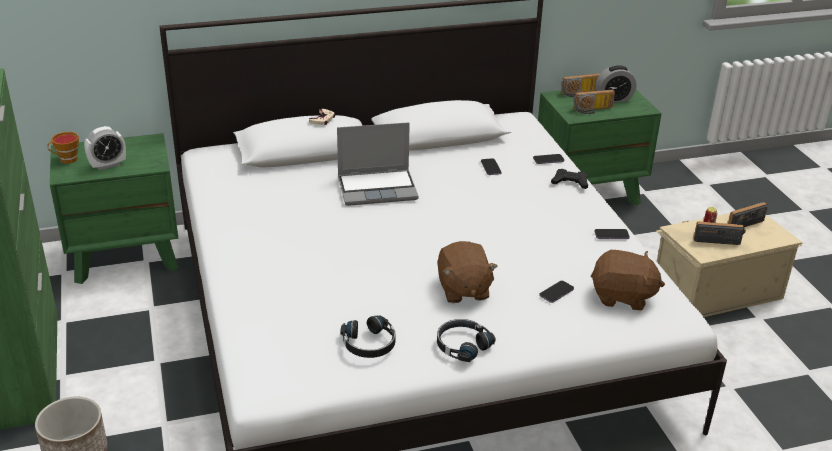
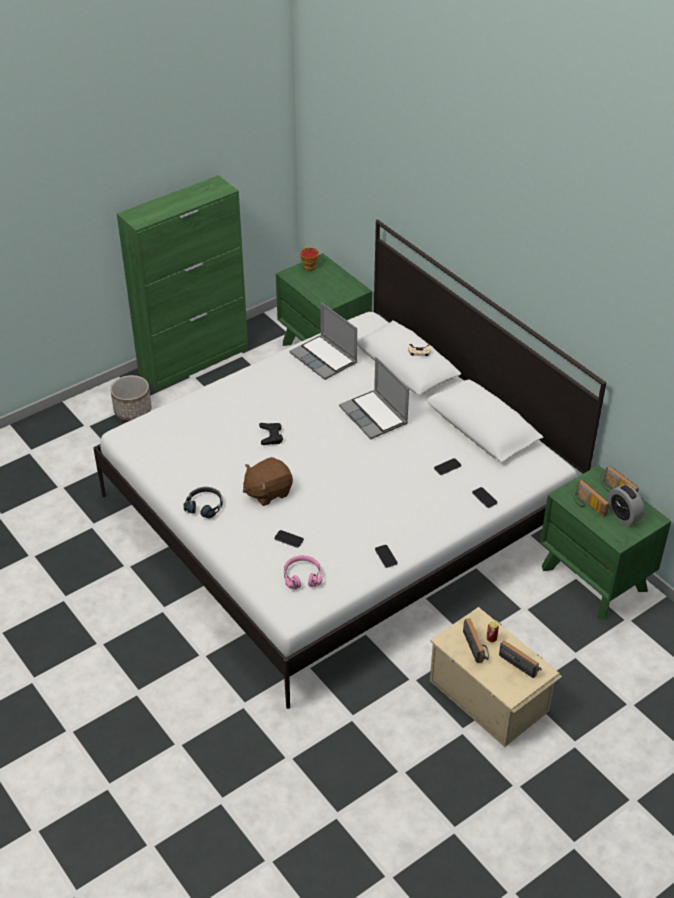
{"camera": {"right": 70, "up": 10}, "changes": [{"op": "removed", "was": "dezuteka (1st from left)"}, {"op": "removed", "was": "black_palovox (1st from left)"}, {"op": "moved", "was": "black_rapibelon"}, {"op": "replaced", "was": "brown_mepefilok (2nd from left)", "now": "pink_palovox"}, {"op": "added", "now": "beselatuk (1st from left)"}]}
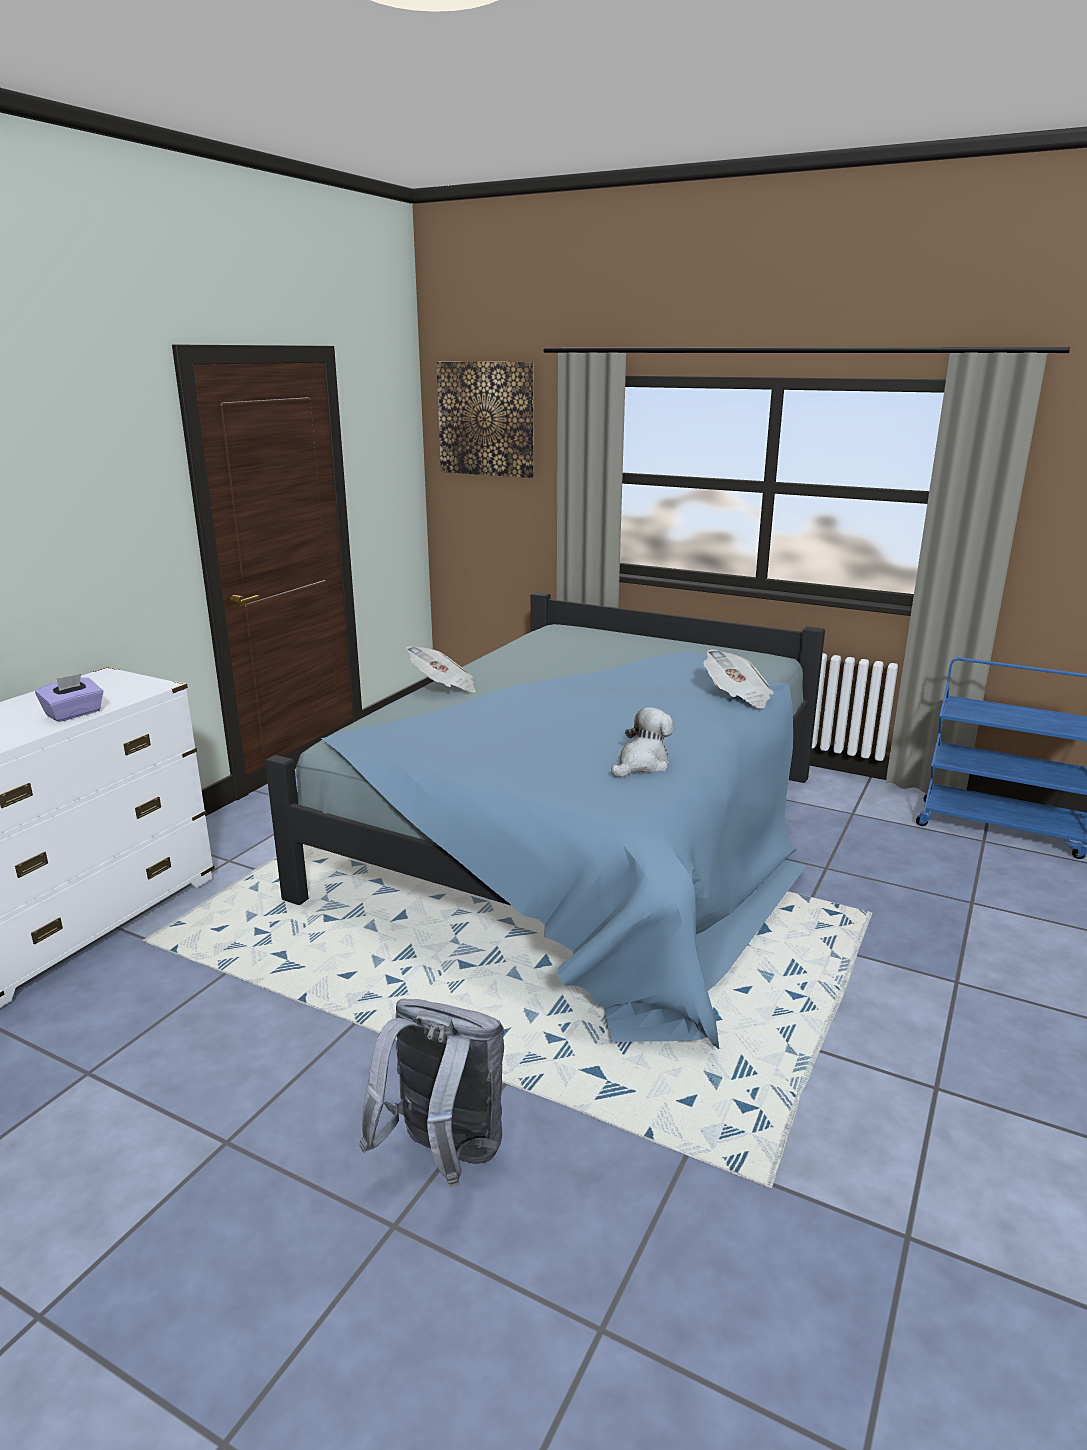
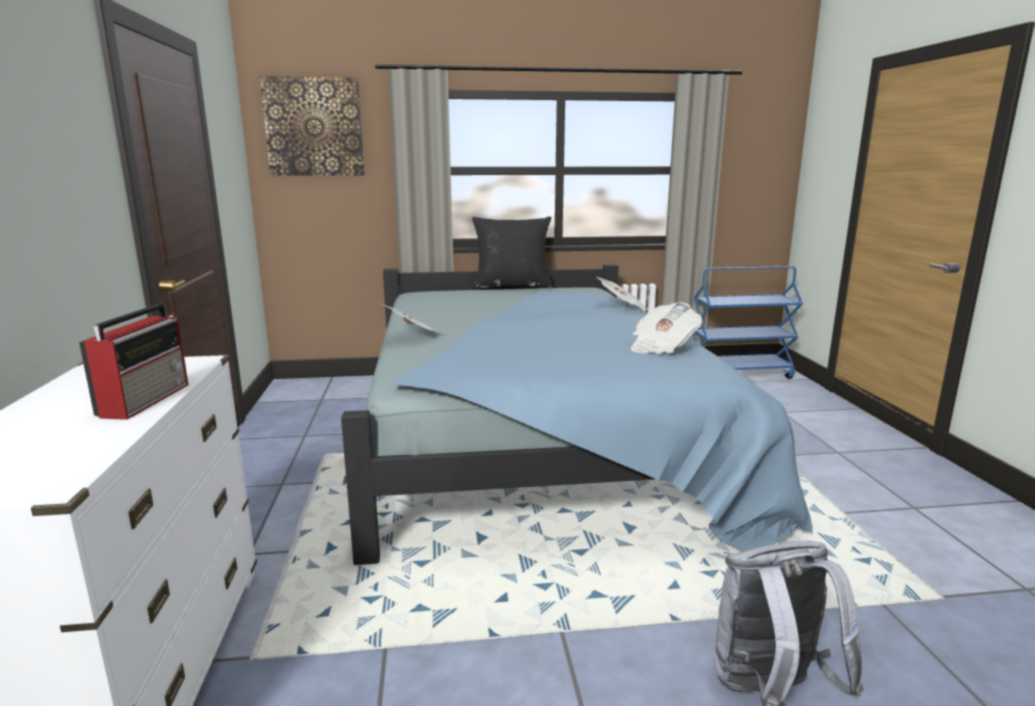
{"camera": {"right": -35, "up": -5}, "changes": [{"op": "replaced", "was": "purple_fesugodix", "now": "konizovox"}, {"op": "replaced", "was": "mepefilok", "now": "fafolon (3rd from left)"}, {"op": "added", "now": "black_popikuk"}]}
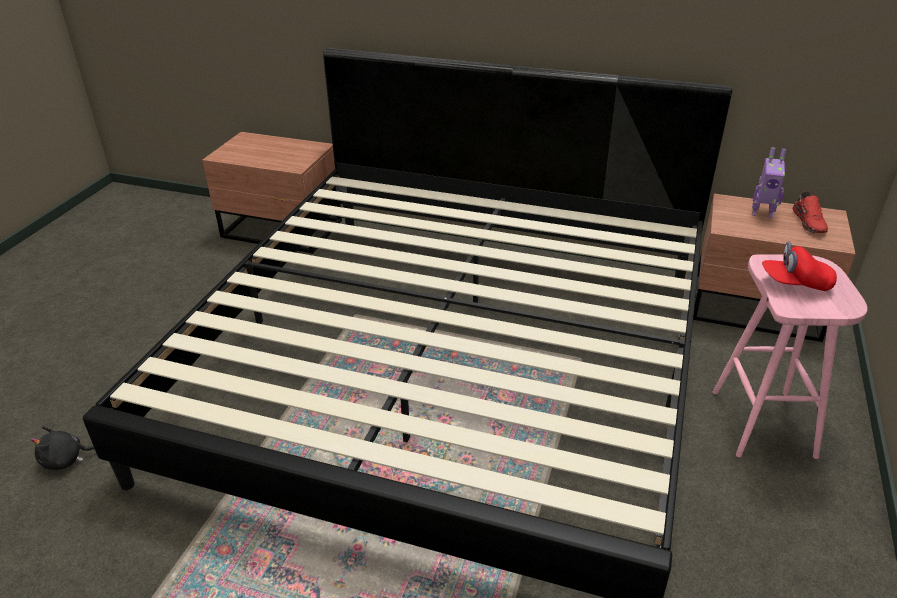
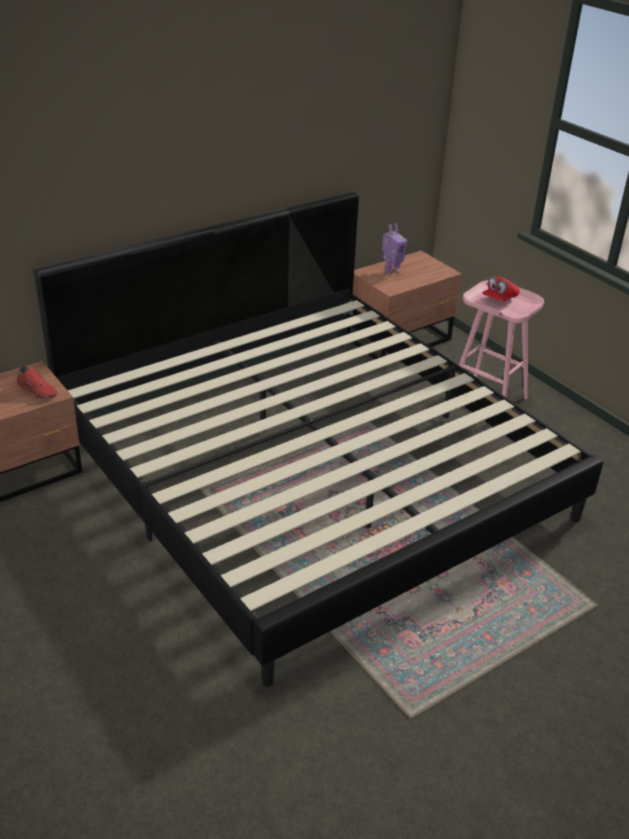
{"camera": {"right": -55, "up": 0}, "changes": [{"op": "removed", "was": "black_mepefilok"}, {"op": "moved", "was": "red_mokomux"}]}
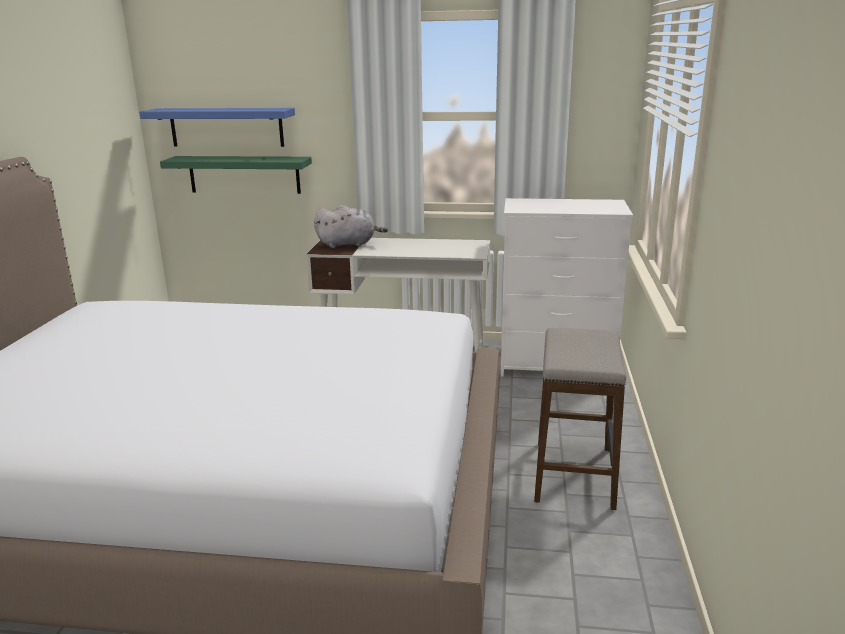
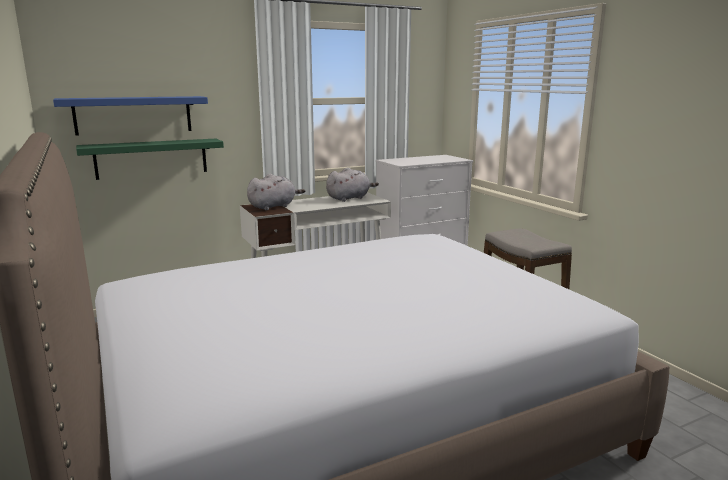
{"camera": {"right": -35, "up": -5}, "changes": [{"op": "added", "now": "grey_mepefilok (2nd from left)"}]}
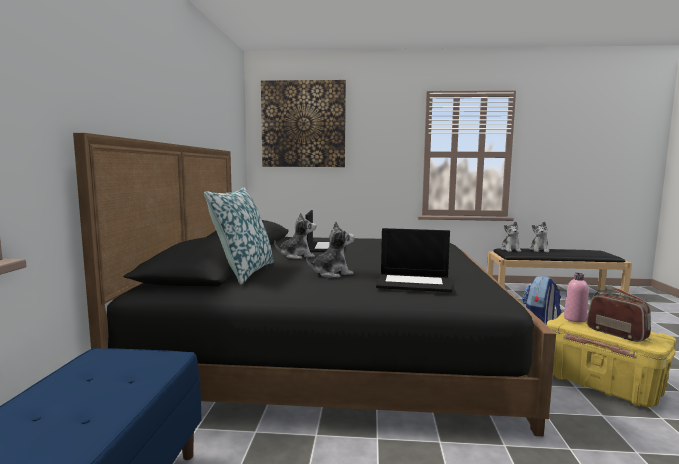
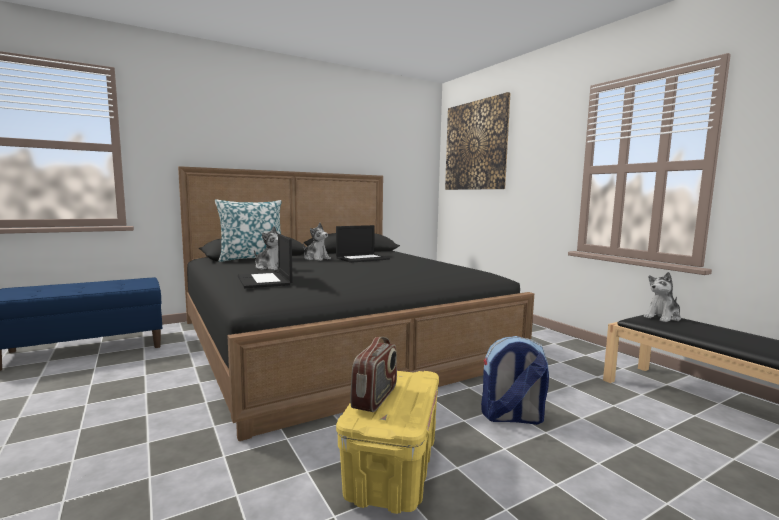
{"camera": {"right": 55, "up": 0}, "changes": [{"op": "removed", "was": "mepefilok (4th from left)"}, {"op": "removed", "was": "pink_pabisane"}]}
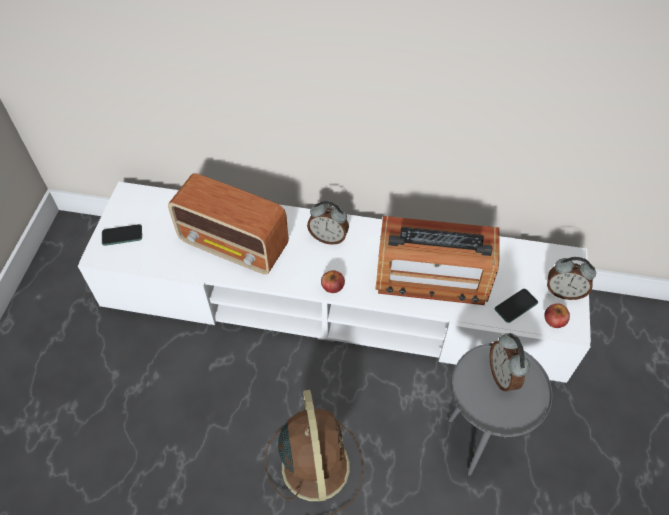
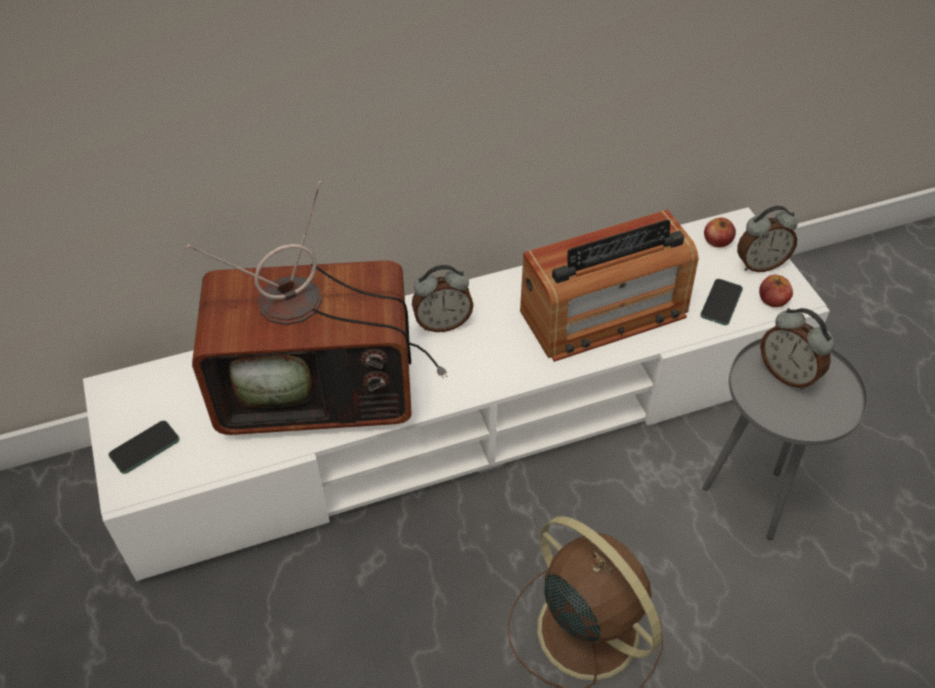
{"camera": {"right": -30, "up": -5}, "changes": [{"op": "replaced", "was": "konizovox (1st from left)", "now": "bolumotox"}, {"op": "moved", "was": "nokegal (1st from left)"}]}
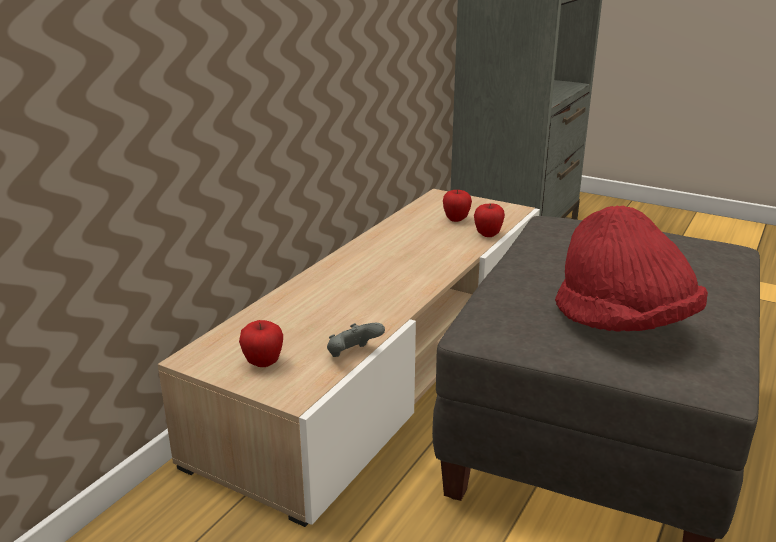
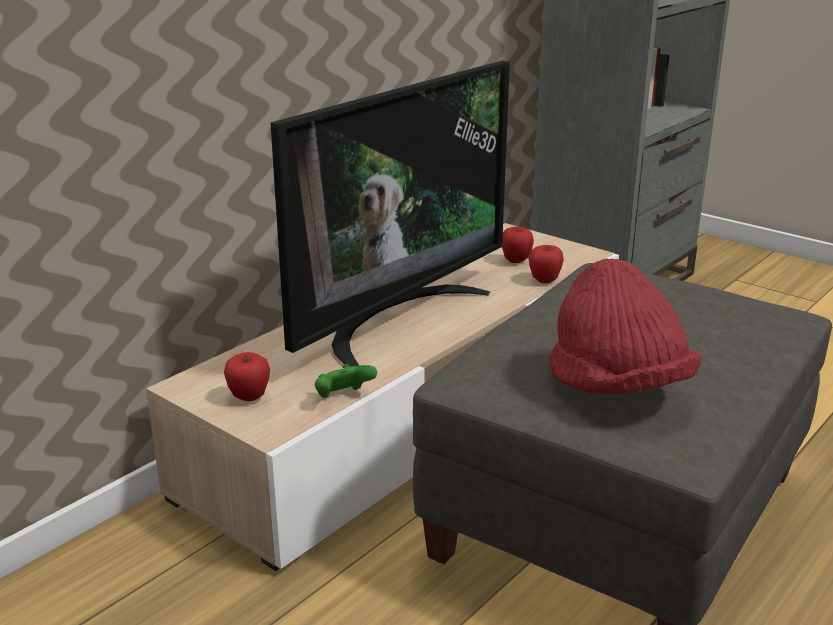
{"camera": {"right": 10, "up": 0}, "changes": [{"op": "recoloured", "was": "grey_rapibelon", "now": "green_rapibelon"}, {"op": "added", "now": "bolumotox"}]}
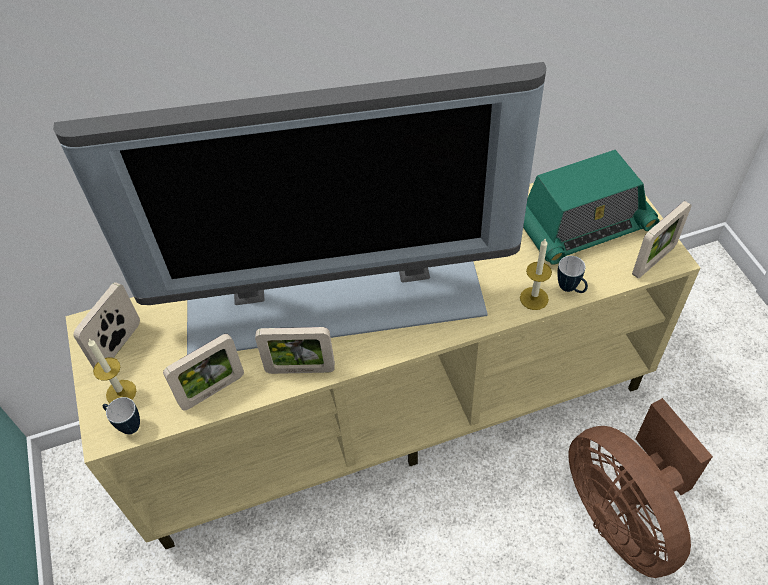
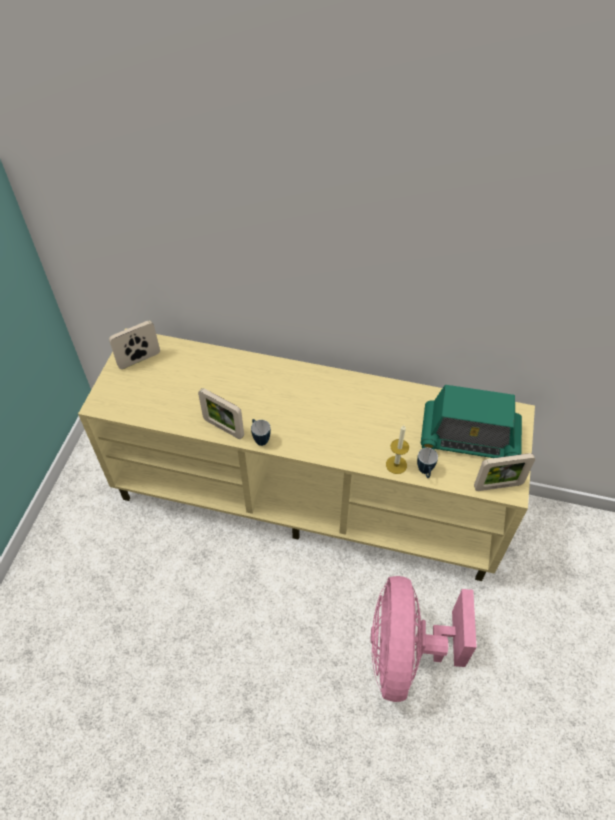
{"camera": {"right": 30, "up": 0}, "changes": [{"op": "removed", "was": "bolumotox"}, {"op": "removed", "was": "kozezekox (1st from left)"}, {"op": "moved", "was": "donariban (1st from left)"}, {"op": "removed", "was": "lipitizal (2nd from left)"}, {"op": "recoloured", "was": "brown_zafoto", "now": "pink_zafoto"}]}
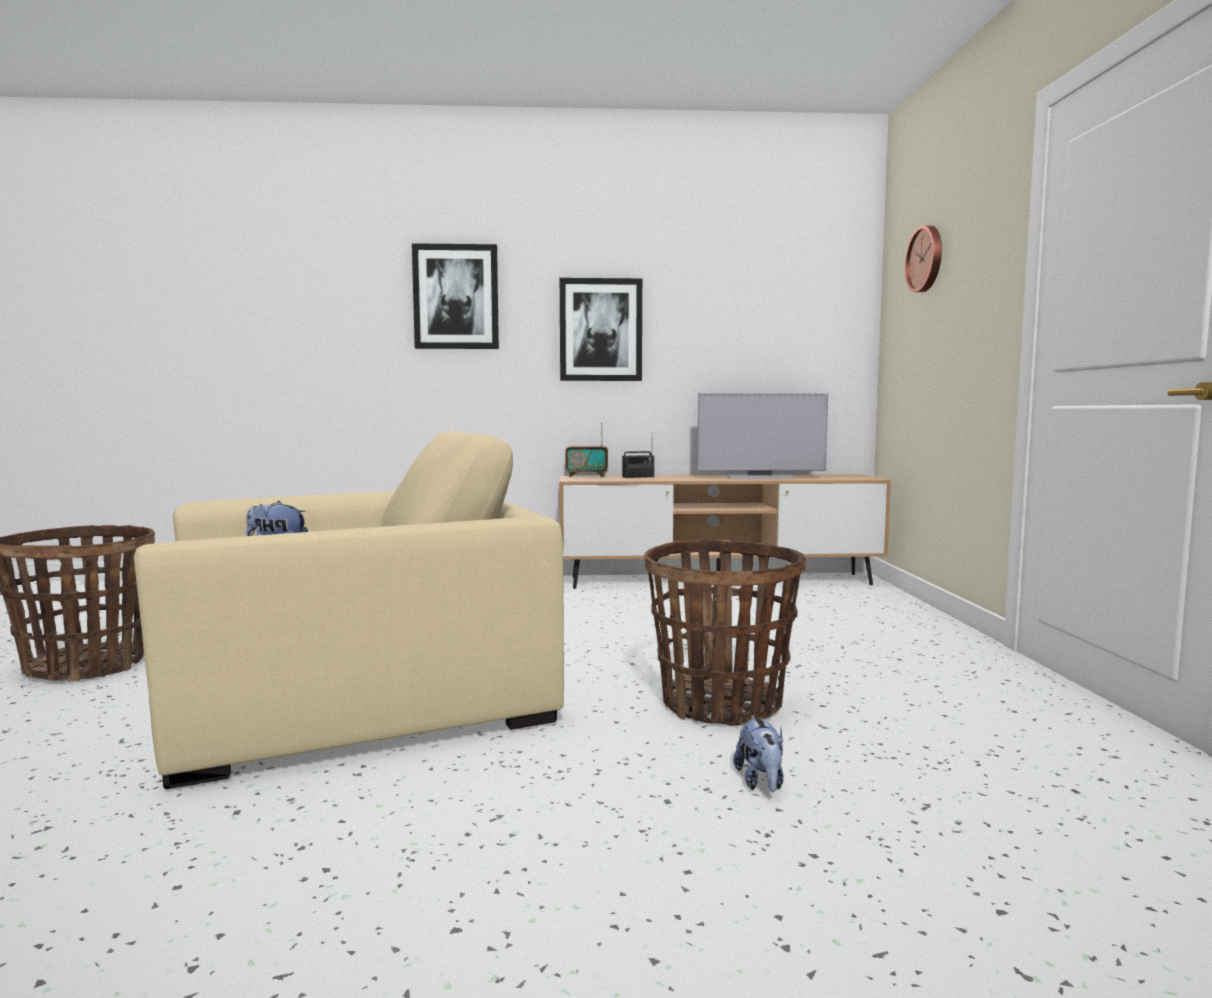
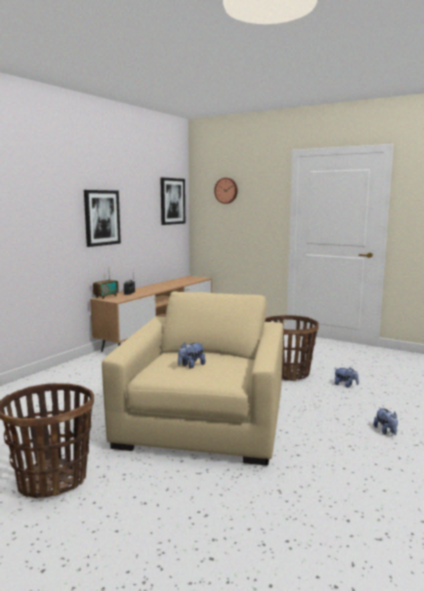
{"camera": {"right": -55, "up": 5}, "changes": [{"op": "moved", "was": "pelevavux (1st from left in the first image)", "now": "pelevavux (2nd from left)"}, {"op": "removed", "was": "bolumotox"}, {"op": "added", "now": "mepefilok (3rd from left)"}]}
